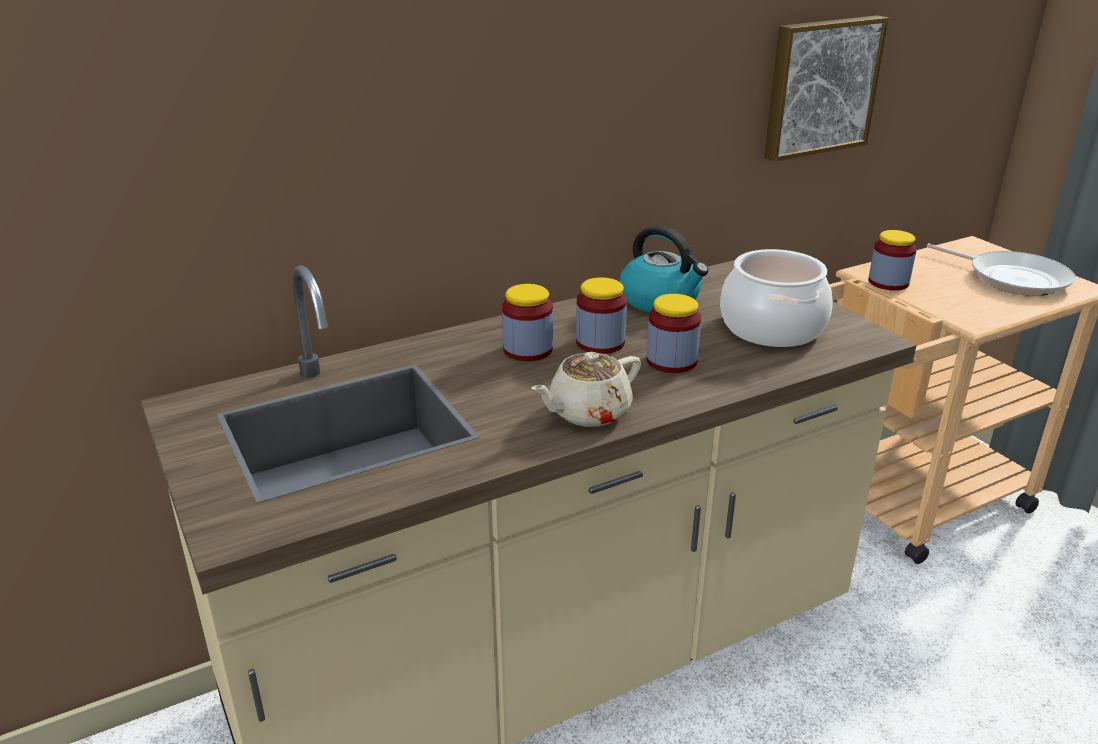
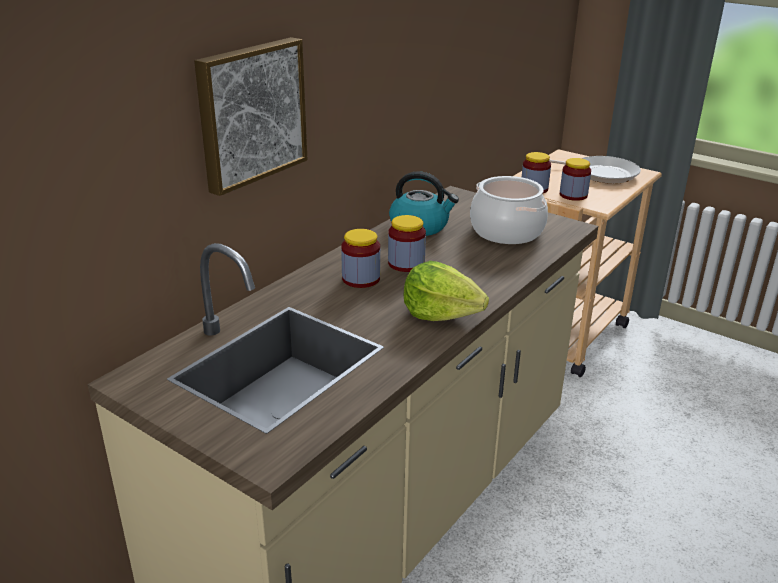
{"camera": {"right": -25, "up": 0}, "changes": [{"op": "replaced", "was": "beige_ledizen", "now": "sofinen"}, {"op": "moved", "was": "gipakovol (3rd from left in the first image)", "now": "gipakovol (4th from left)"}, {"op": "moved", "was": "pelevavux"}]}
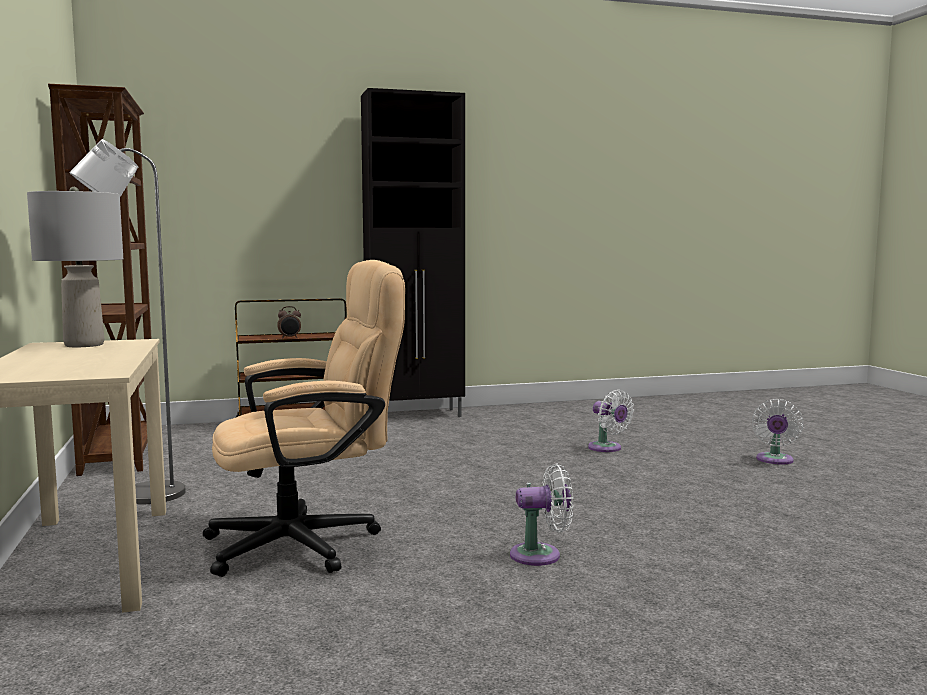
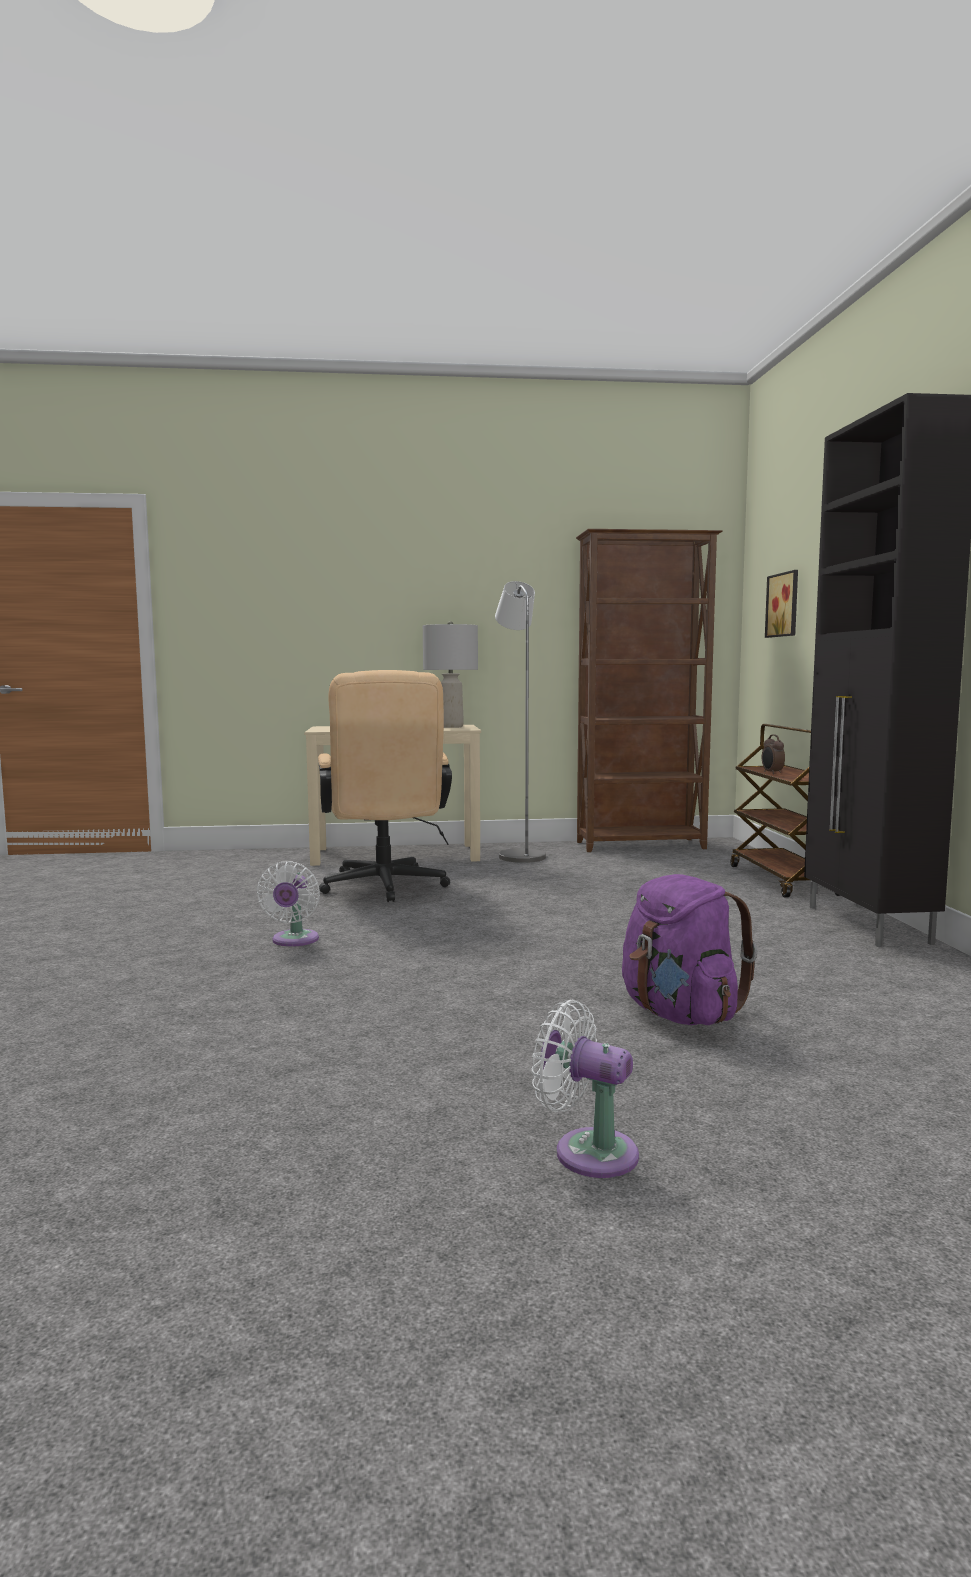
{"camera": {"right": 100, "up": 0}, "changes": [{"op": "replaced", "was": "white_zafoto (2nd from left)", "now": "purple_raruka"}, {"op": "added", "now": "pelevavux"}]}
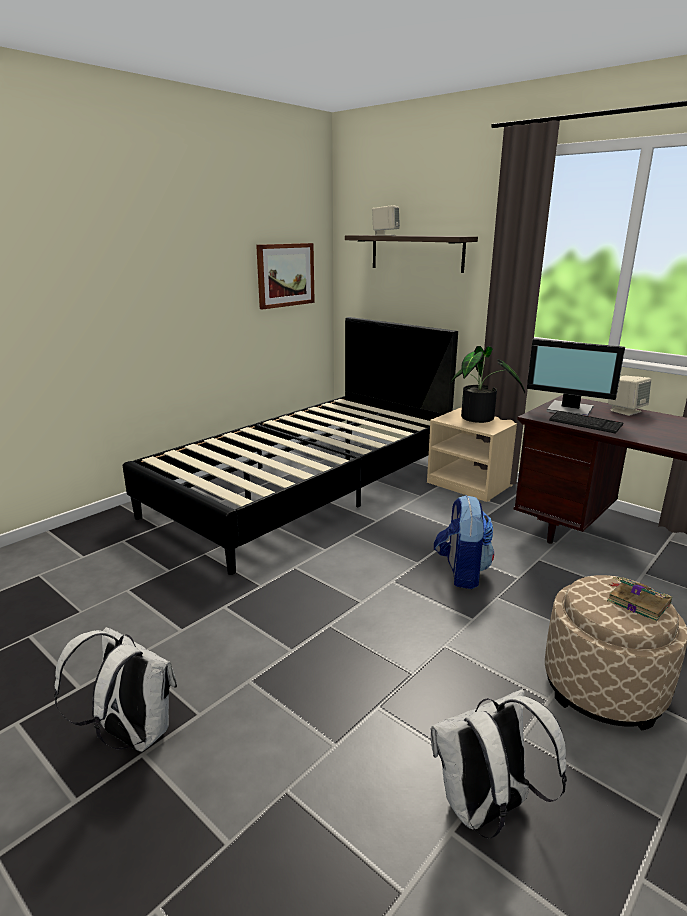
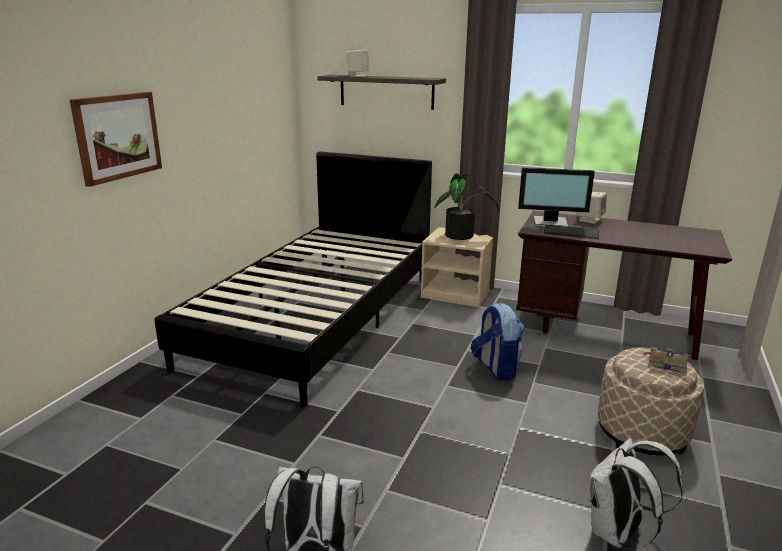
{"camera": {"right": -20, "up": 0}, "changes": [{"op": "moved", "was": "pelevavux"}]}
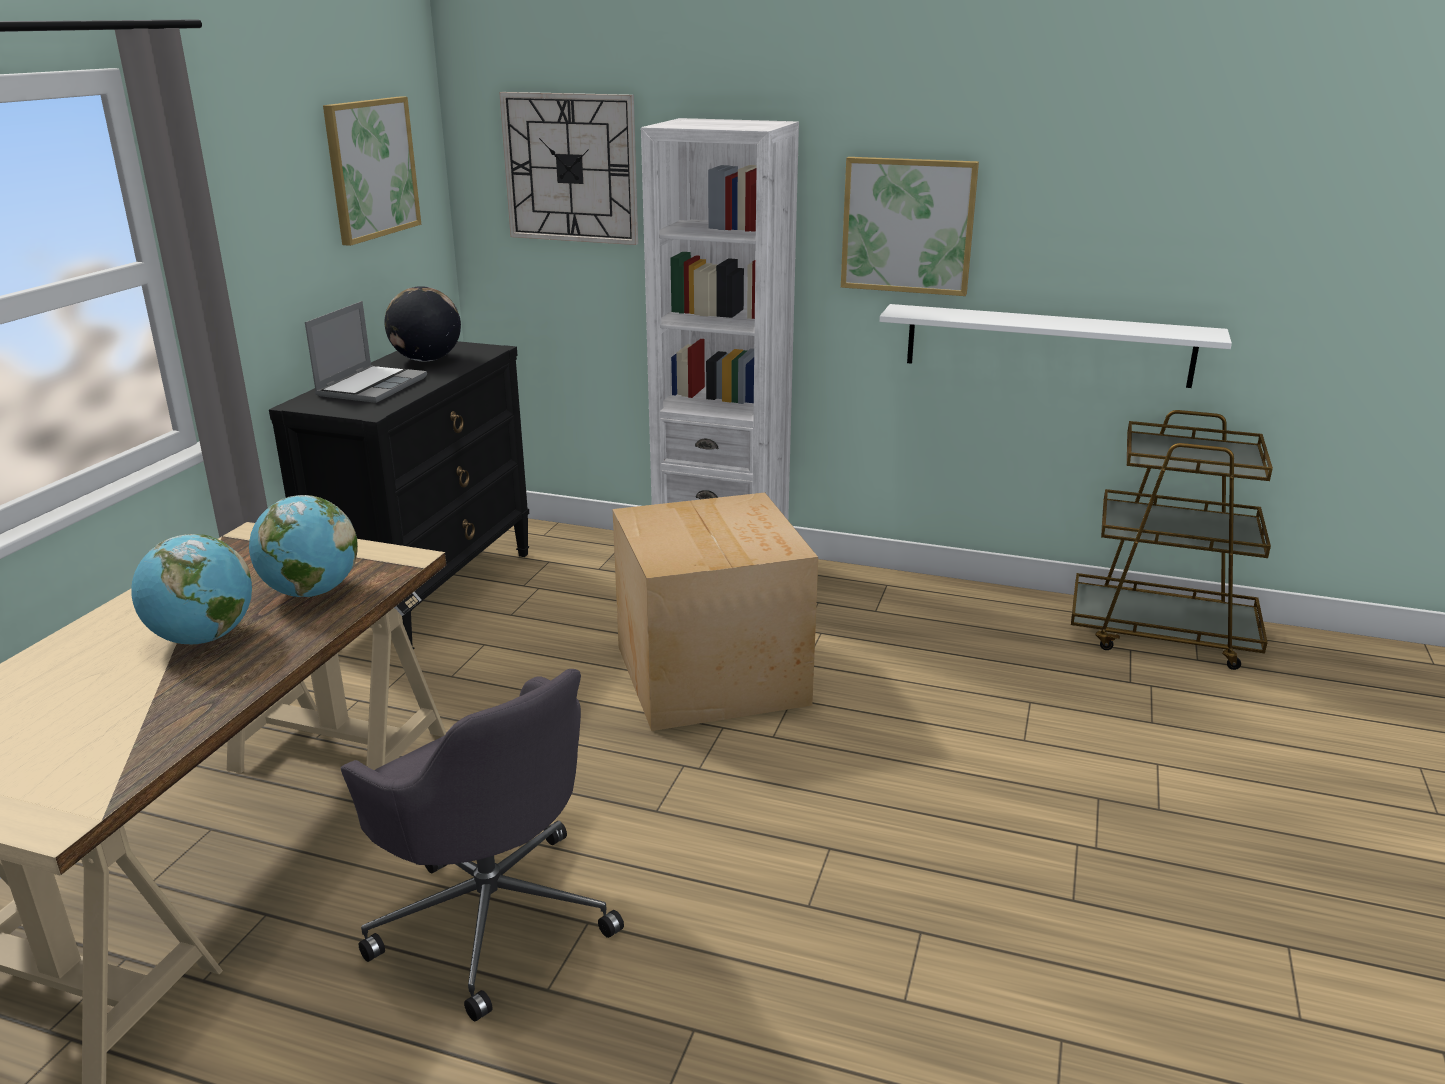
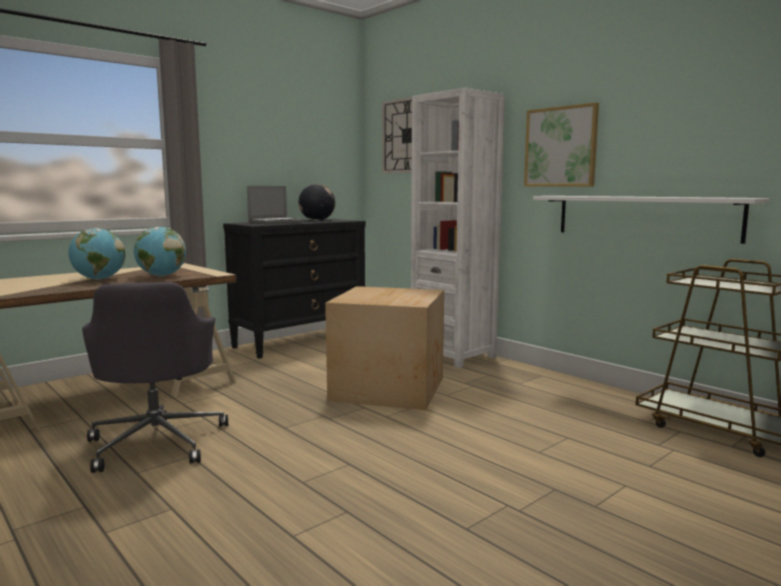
{"camera": {"right": 30, "up": -15}, "changes": [{"op": "removed", "was": "pelevavux (1st from left)"}]}
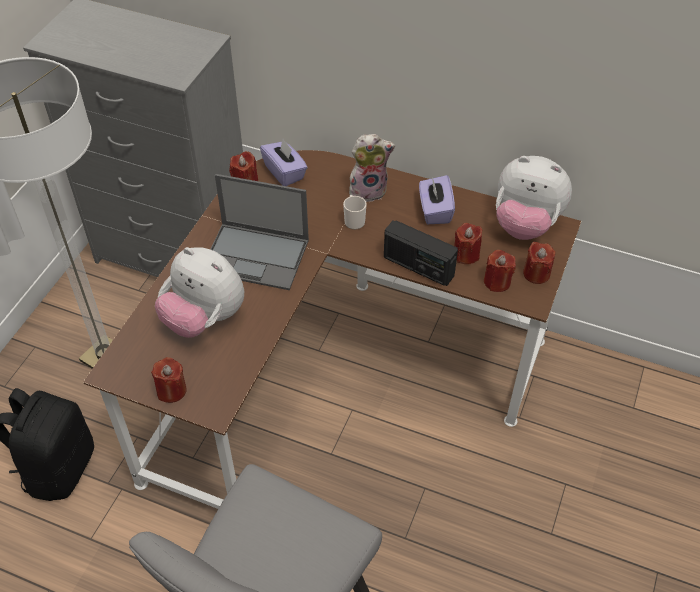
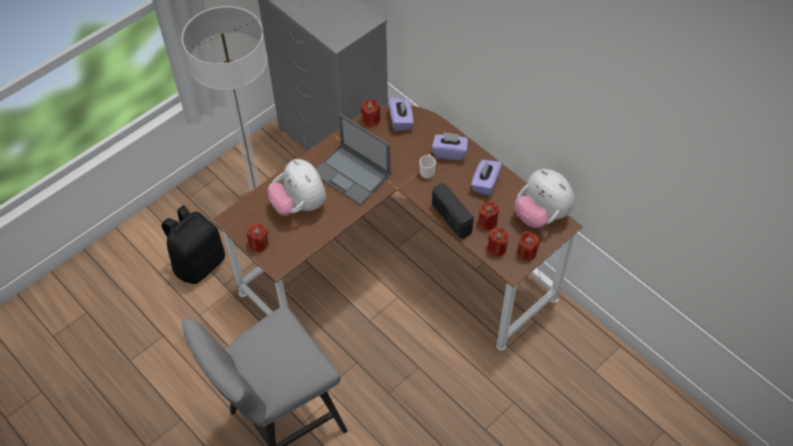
{"camera": {"right": 25, "up": 5}, "changes": [{"op": "replaced", "was": "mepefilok (2nd from left)", "now": "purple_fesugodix (2nd from left)"}]}
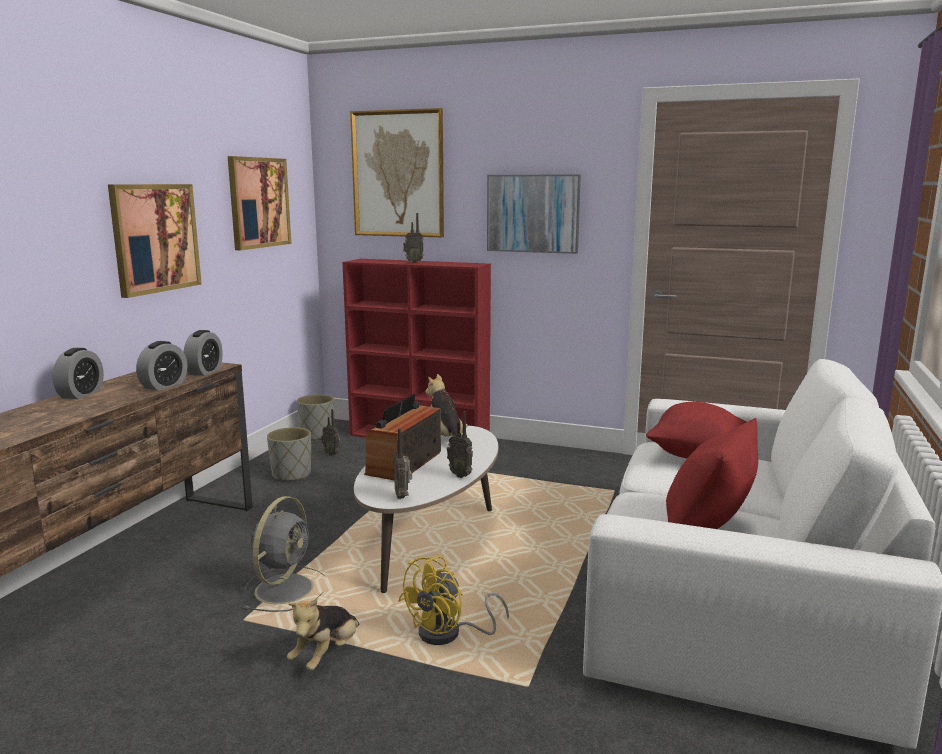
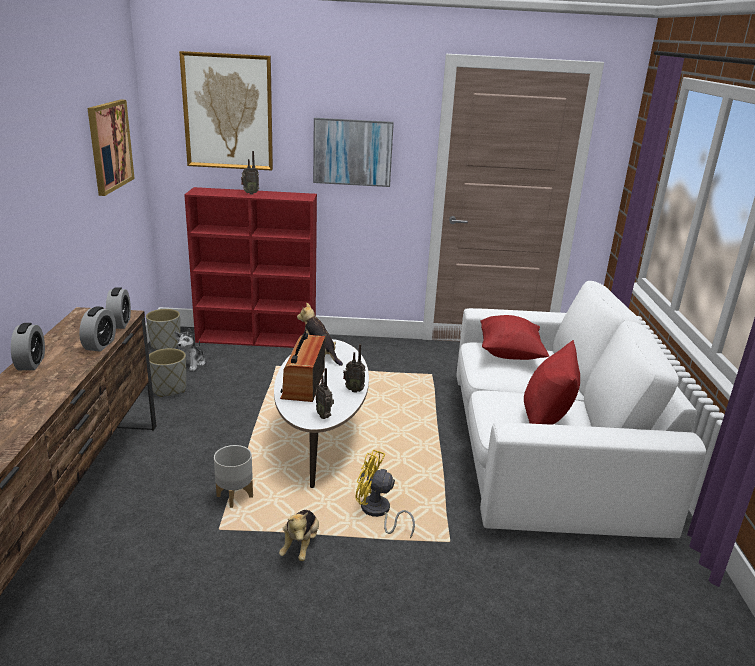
{"camera": {"right": -20, "up": 10}, "changes": [{"op": "removed", "was": "pelevavux (1st from left)"}, {"op": "replaced", "was": "grey_zafoto", "now": "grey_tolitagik (3rd from left)"}, {"op": "replaced", "was": "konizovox (1st from left)", "now": "mepefilok (1st from left)"}, {"op": "turned", "was": "yellow_zafoto", "clockwise": 90}]}
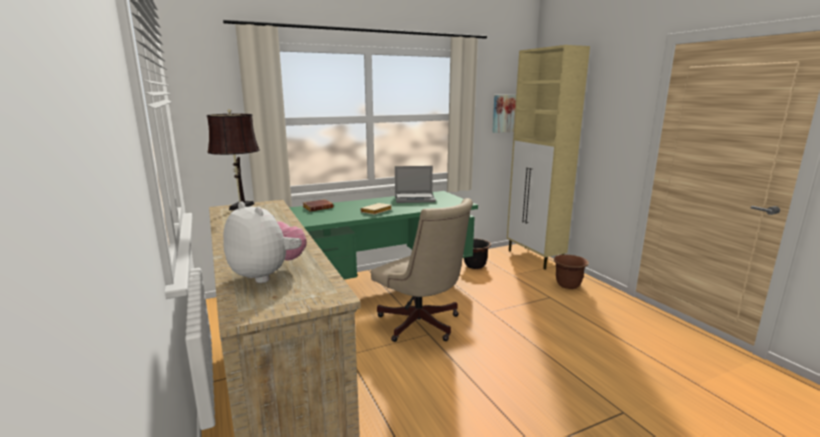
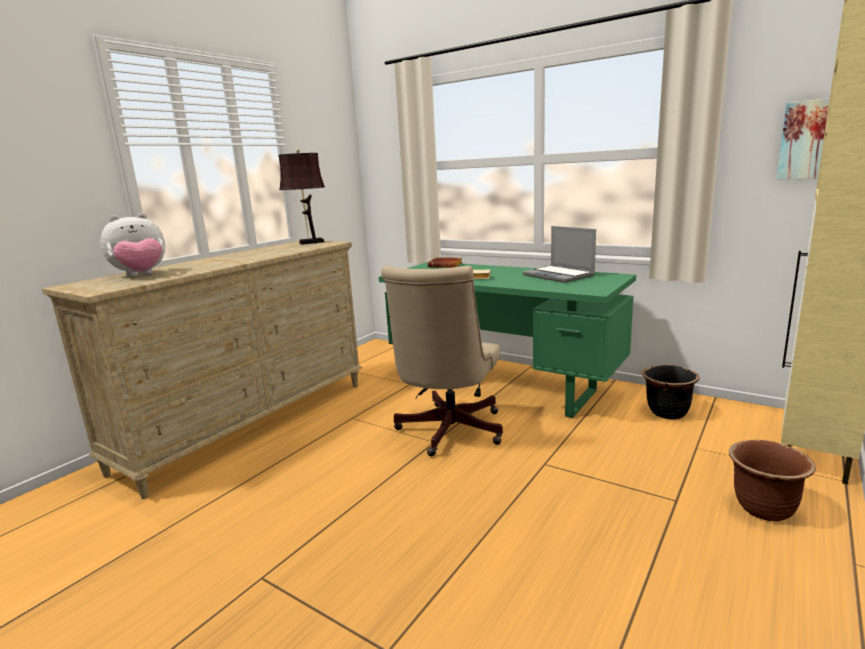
{"camera": {"right": 60, "up": 0}, "changes": [{"op": "turned", "was": "mepefilok", "clockwise": 45}]}
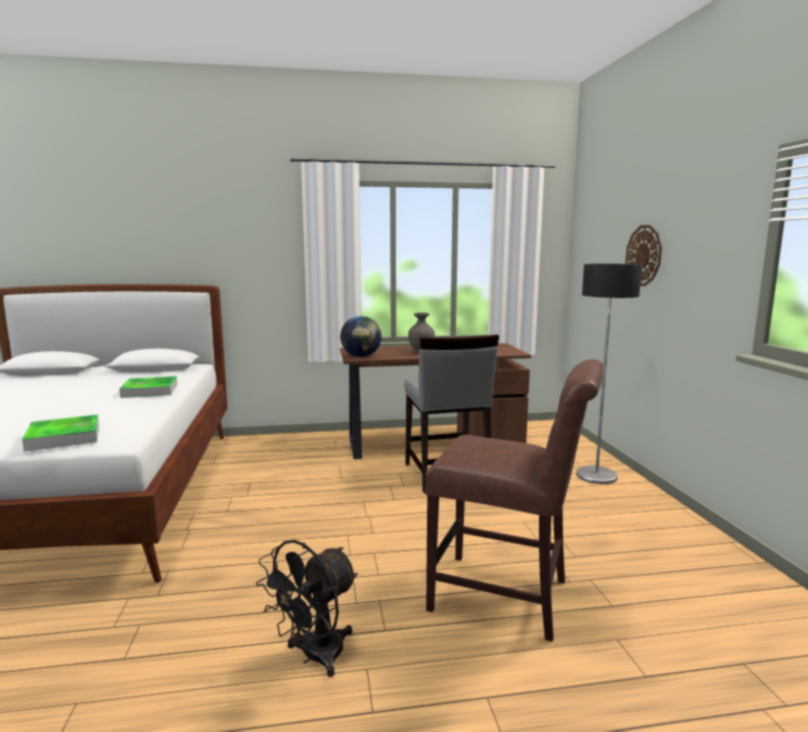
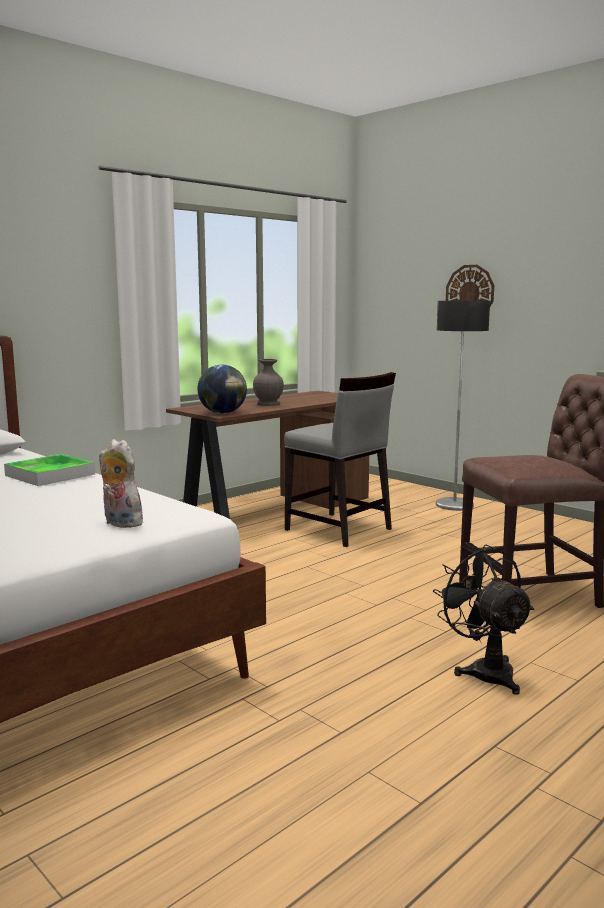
{"camera": {"right": -35, "up": 0}, "changes": [{"op": "replaced", "was": "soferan (1st from left)", "now": "mepefilok"}, {"op": "turned", "was": "black_zafoto", "clockwise": 150}]}
